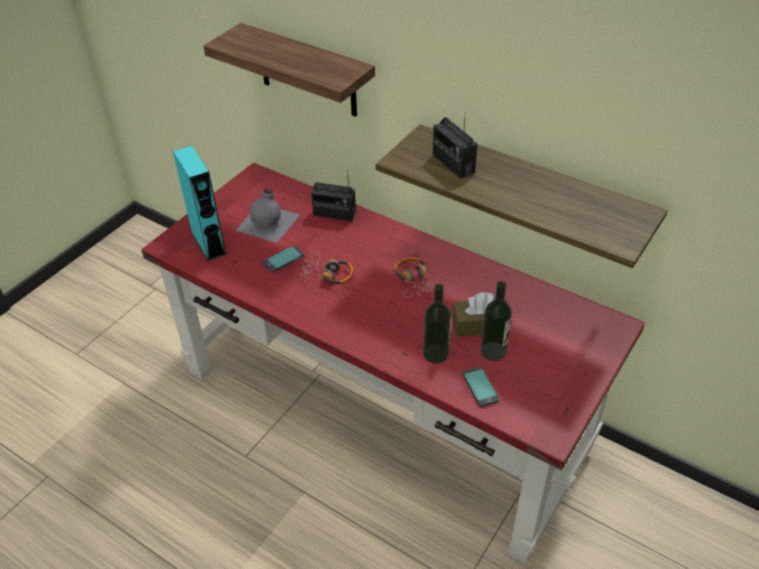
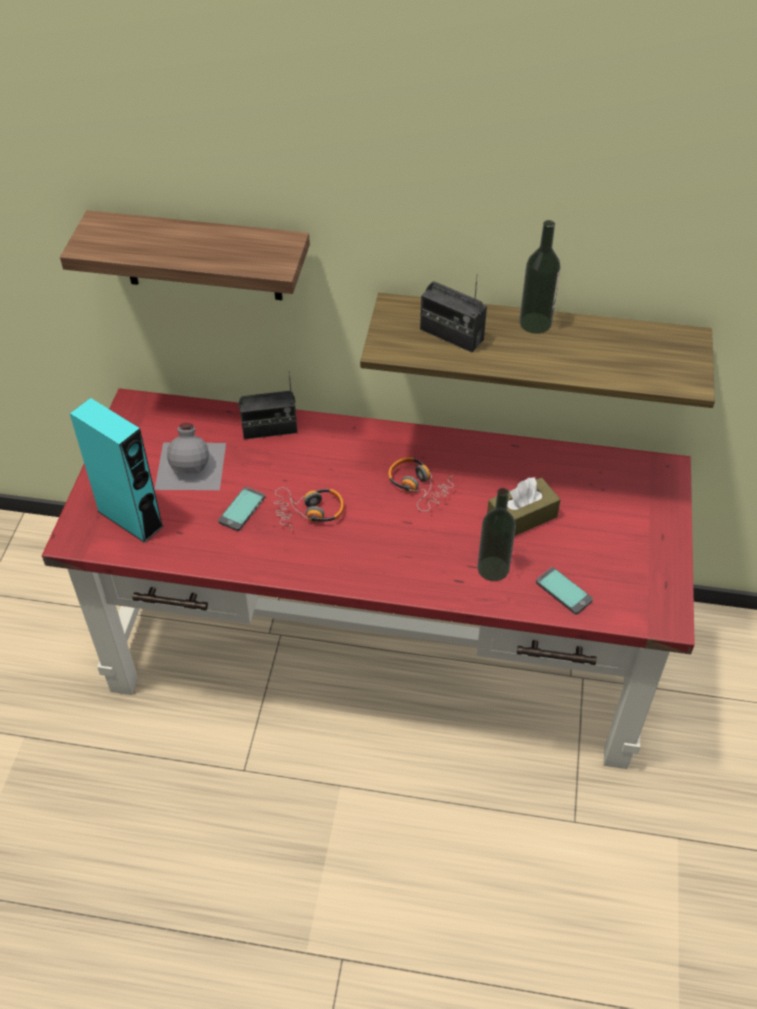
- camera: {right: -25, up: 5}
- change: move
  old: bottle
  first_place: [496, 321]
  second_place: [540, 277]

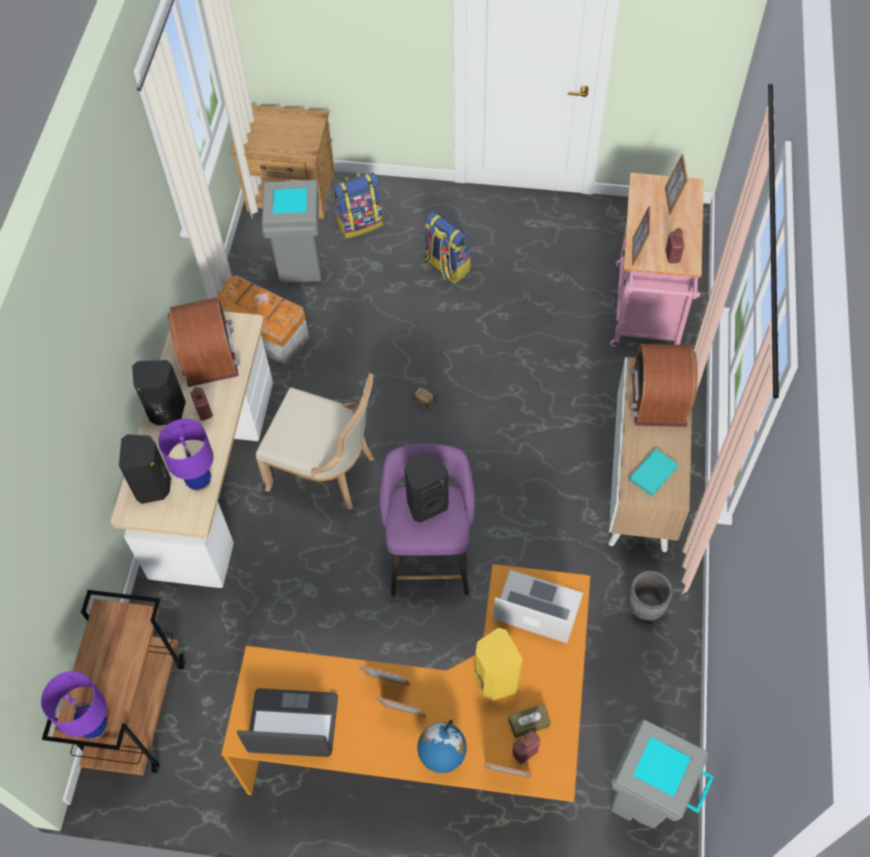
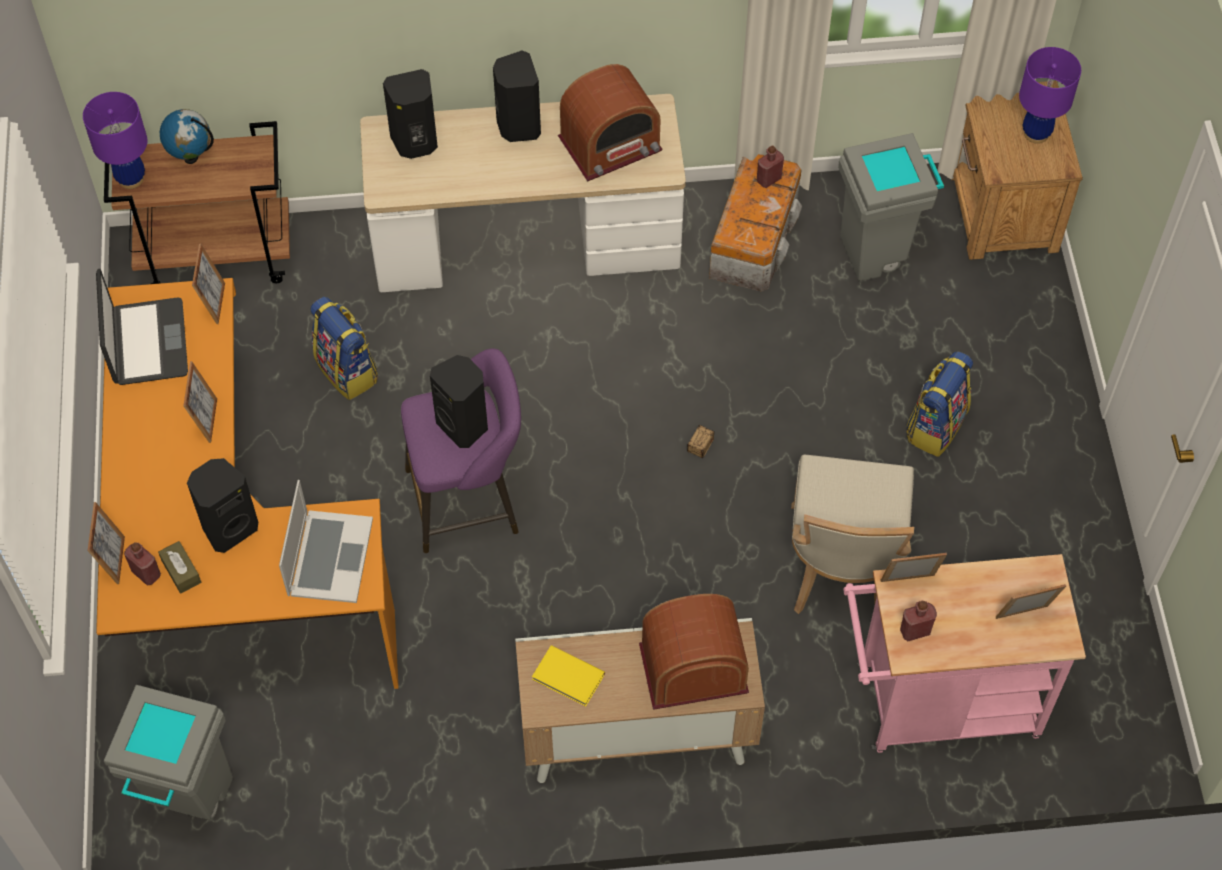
- camera: {right: 75, up: 0}
- change: delete
  old: grey planter
  first_place: [650, 596]
- change: move
  old: purple table lamp
  first_place: [186, 455]
  second_place: [1050, 95]
- change: move
  old: red bottle
  first_place: [201, 403]
  second_place: [770, 167]
- change: move
  old: beige chair
  first_place: [315, 441]
  second_place: [852, 534]
- change: move
  old: backpack
  first_place: [358, 205]
  second_place: [344, 348]
- change: move
  old: picture frame
  first_place: [400, 706]
  second_place: [208, 283]
- change: move
  old: globe
  first_place: [442, 746]
  second_place: [187, 136]
- change: recolor
  old: yellow speaker
  new: black speaker
  first_place: [499, 664]
  second_place: [222, 505]
- change: recolor
  old: turquoise book
  new: yellow book
  first_place: [653, 473]
  second_place: [568, 675]

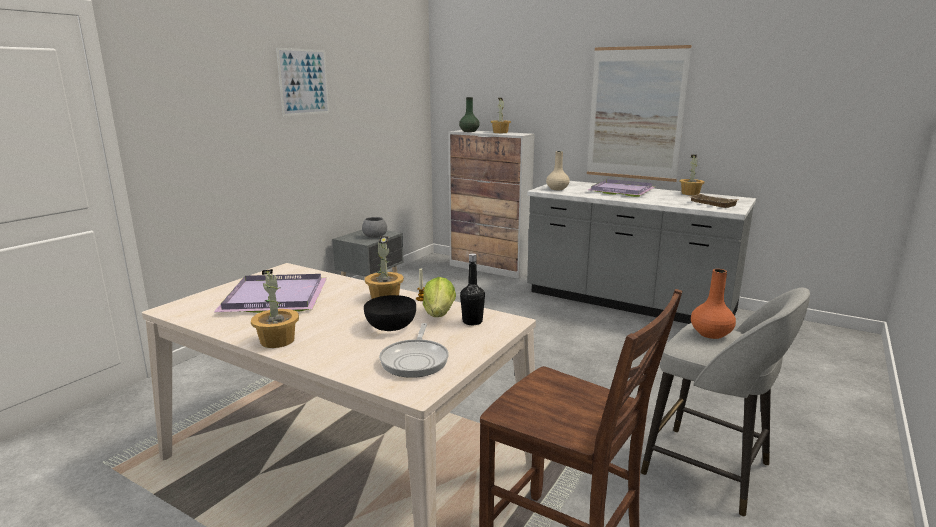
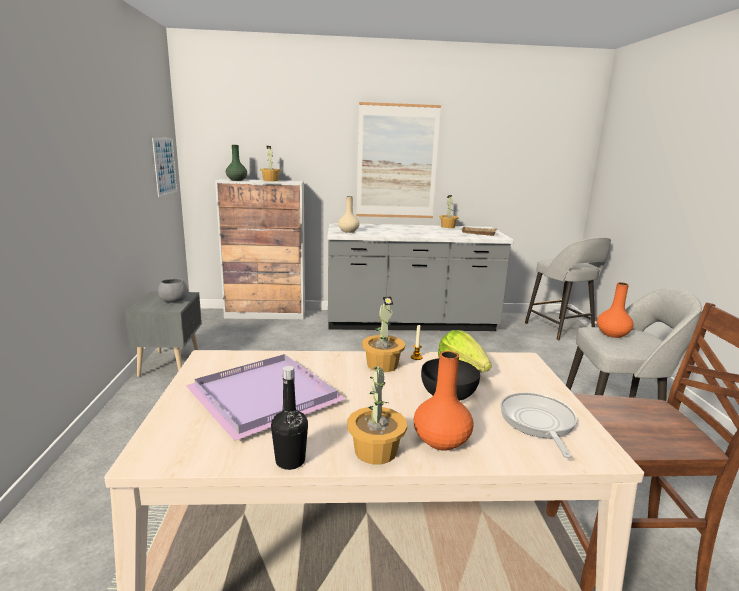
- camera: {right: -35, up: 0}
- change: delete
  old: purple tray
  first_place: [621, 188]
- change: insert
  new: orange vase
  second_place: [443, 401]
- change: insert
  new: grey stool
  second_place: [568, 289]
- change: move
  old: picture
  first_place: [302, 82]
  second_place: [164, 167]
- change: move
  old: black bottle
  first_place: [472, 289]
  second_place: [289, 418]
- change: rotate
  old: frying pan
  first_place: [414, 350]
  second_place: [538, 425]
  degrees: -150

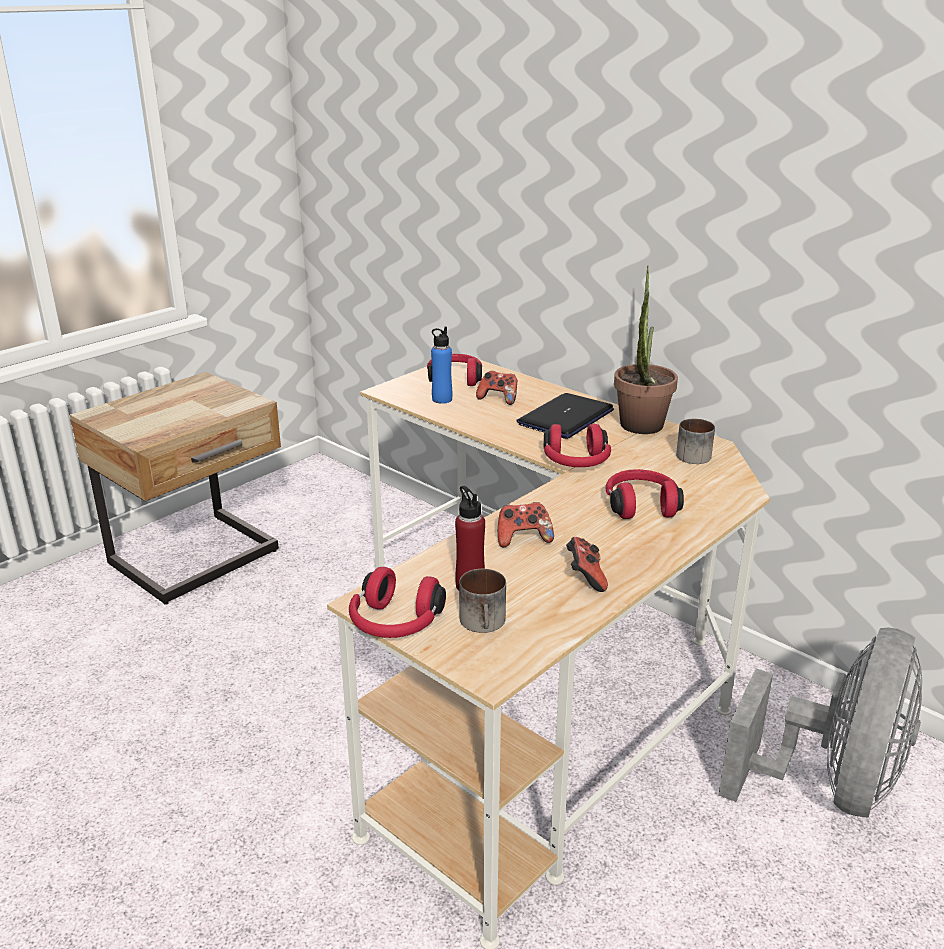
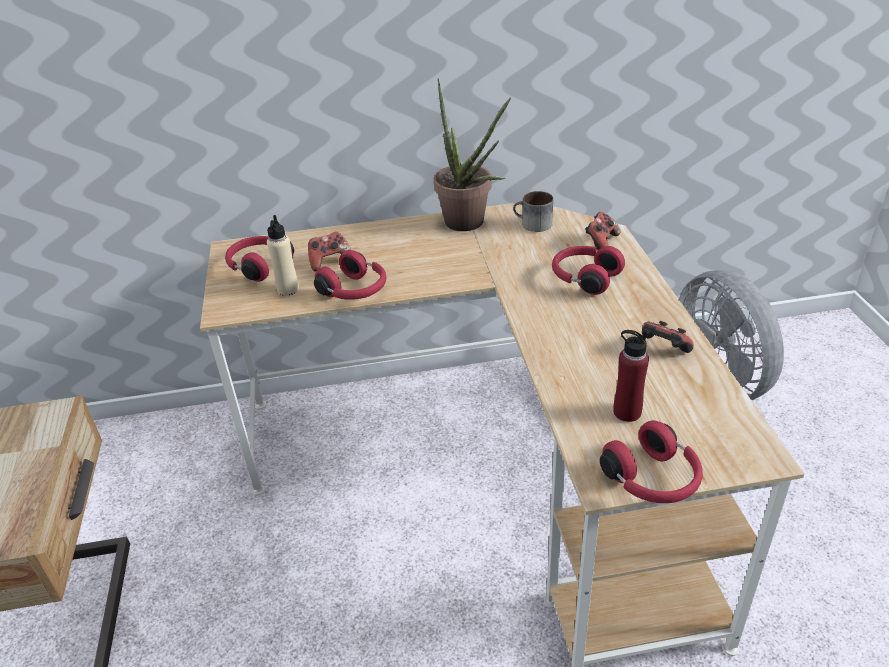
- camera: {right: -50, up: 10}
- change: delete
  old: mug
  first_place: [482, 601]
- change: delete
  old: laptop
  first_place: [565, 416]
- change: move
  old: game controller
  first_place: [526, 525]
  second_place: [602, 231]
- change: move
  old: red headphones
  first_place: [577, 445]
  second_place: [350, 275]
- change: recolor
  old: blue bottle
  new: beige bottle
  first_place: [441, 365]
  second_place: [283, 255]

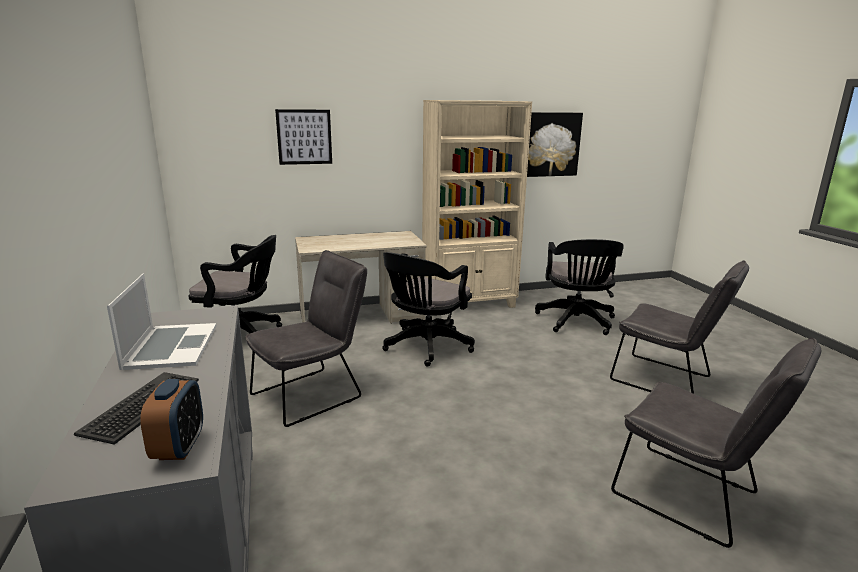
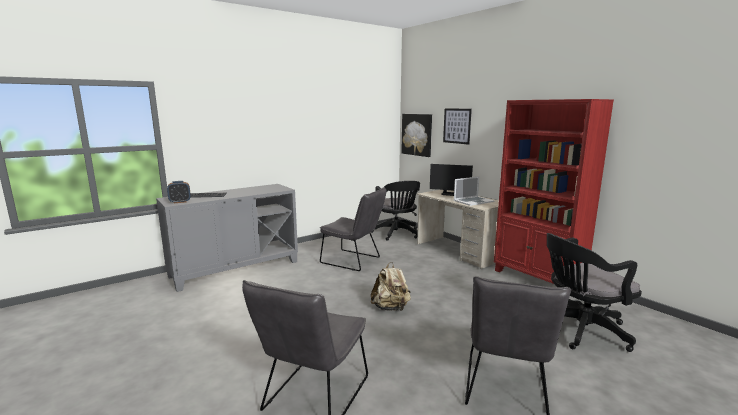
- camera: {right: 70, up: -5}
- change: delete
  old: black office chair
  first_place: [428, 309]
- change: insert
  new: beige backpack
  second_place: [391, 286]
- change: insert
  new: monitor
  second_place: [451, 180]
- change: move
  old: laptop
  first_place: [161, 321]
  second_place: [474, 191]
- change: move
  old: picture
  first_place: [555, 144]
  second_place: [416, 135]
- change: recolor
  old: beige bookcase
  new: red bookcase
  first_place: [477, 204]
  second_place: [554, 191]

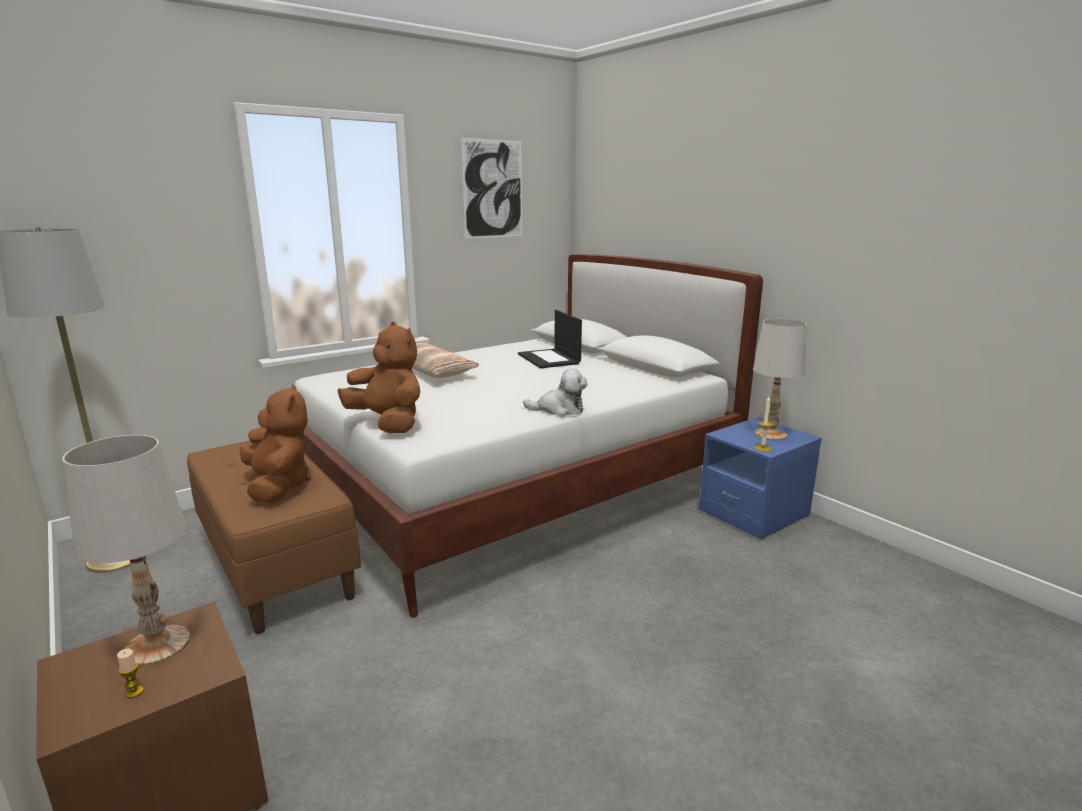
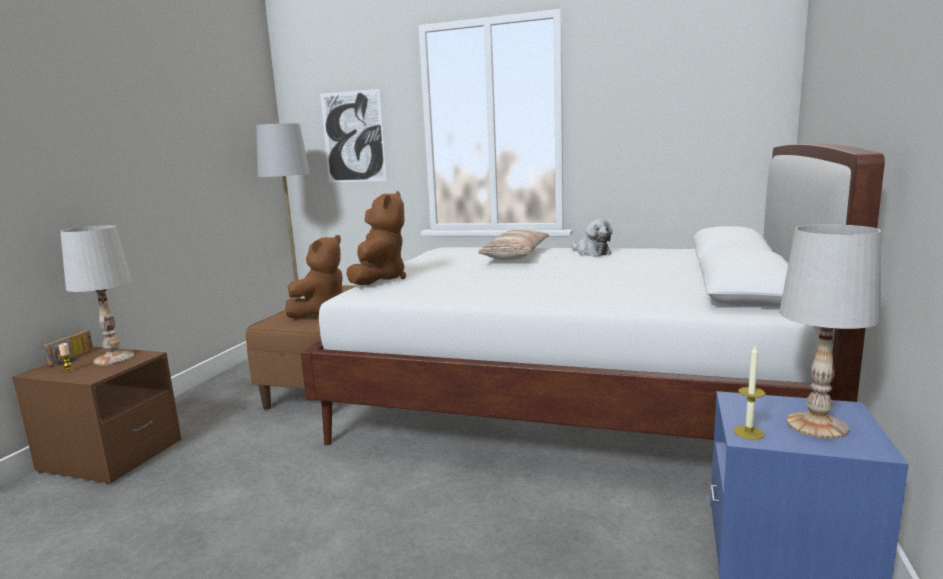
- camera: {right: 55, up: -5}
- change: delete
  old: laptop
  first_place: [550, 339]
- change: insert
  new: radio
  second_place: [68, 348]
- change: move
  old: picture
  first_place: [491, 188]
  second_place: [353, 135]
- change: move
  old: plush toy
  first_place: [555, 392]
  second_place: [592, 237]

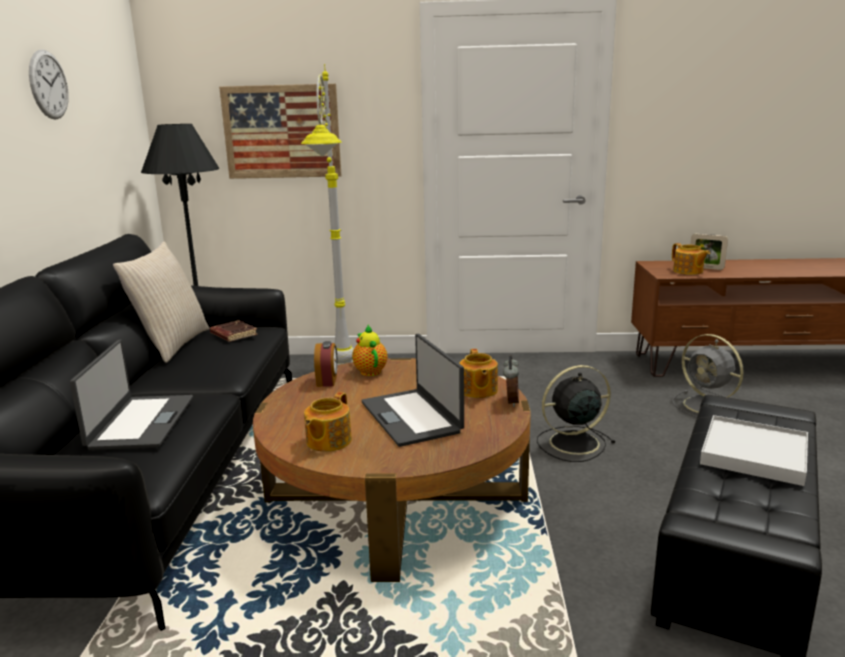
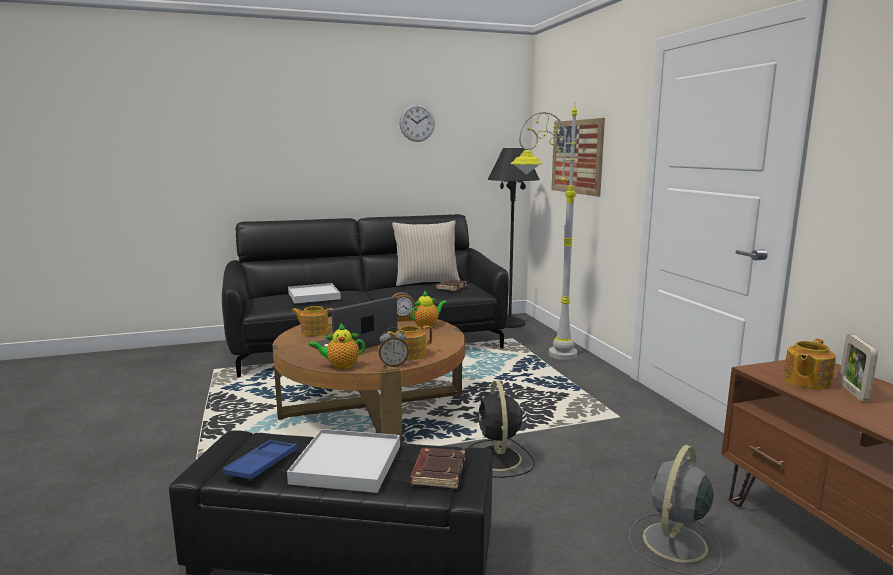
- camera: {right: 70, up: -5}
- change: insert
  new: blue tray
  second_place: [260, 460]
- change: insert
  new: teapot
  second_place: [337, 346]
- change: insert
  new: brown book
  second_place: [437, 468]
- change: replace
  old: laptop
  new: white tray
  first_place: [131, 394]
  second_place: [314, 293]
- change: rotate
  old: black fan
  first_place: [576, 413]
  second_place: [501, 429]
  degrees: -150

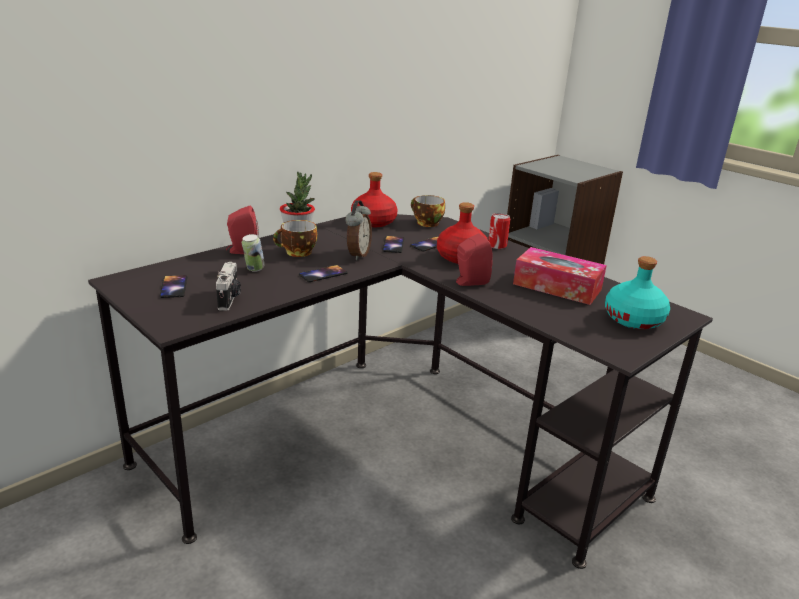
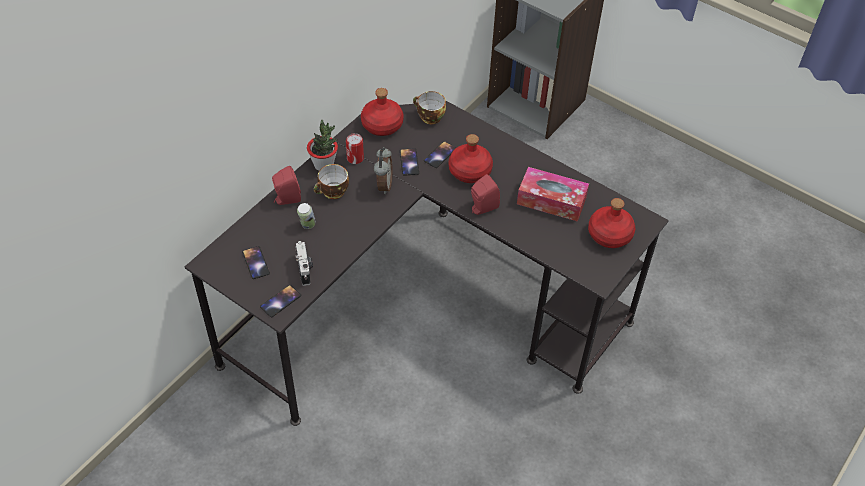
- camera: {right: -10, up: 25}
- change: move
  old: phone
  first_place: [323, 273]
  second_place: [280, 301]
- change: move
  old: can
  first_place: [499, 231]
  second_place: [355, 148]
- change: recolor
  old: turquoise bottle
  new: red bottle
  first_place: [637, 292]
  second_place: [611, 223]

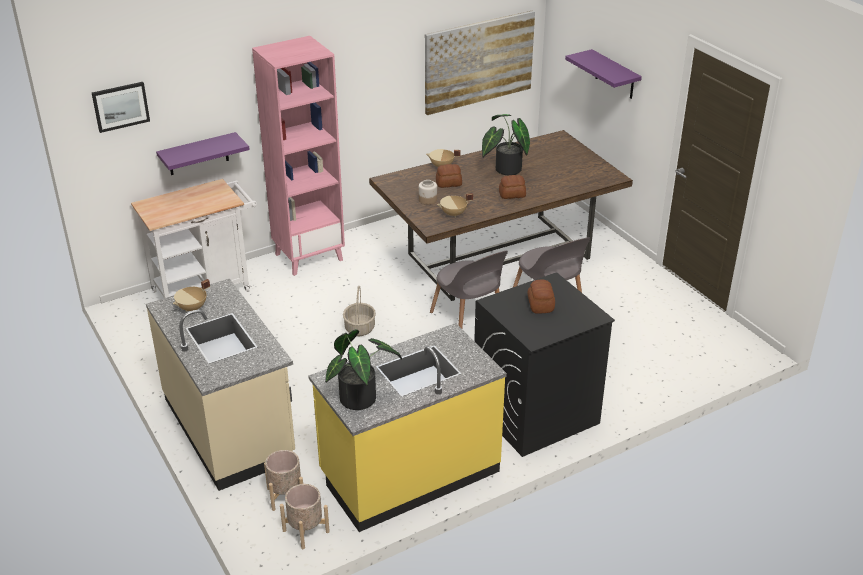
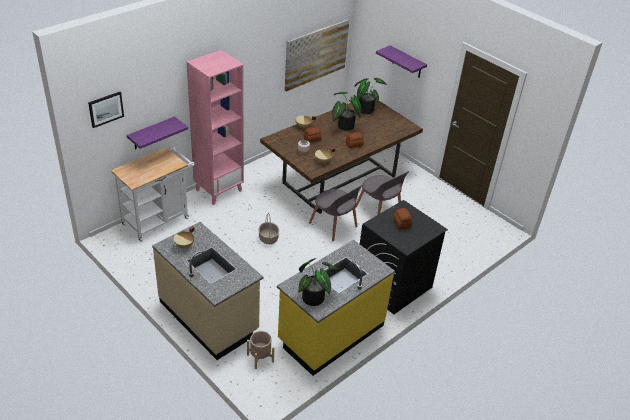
- camera: {right: -15, up: 5}
- change: delete
  old: beige planter
  first_place: [305, 516]
- change: insert
  new: potted plant
  second_place: [371, 96]

